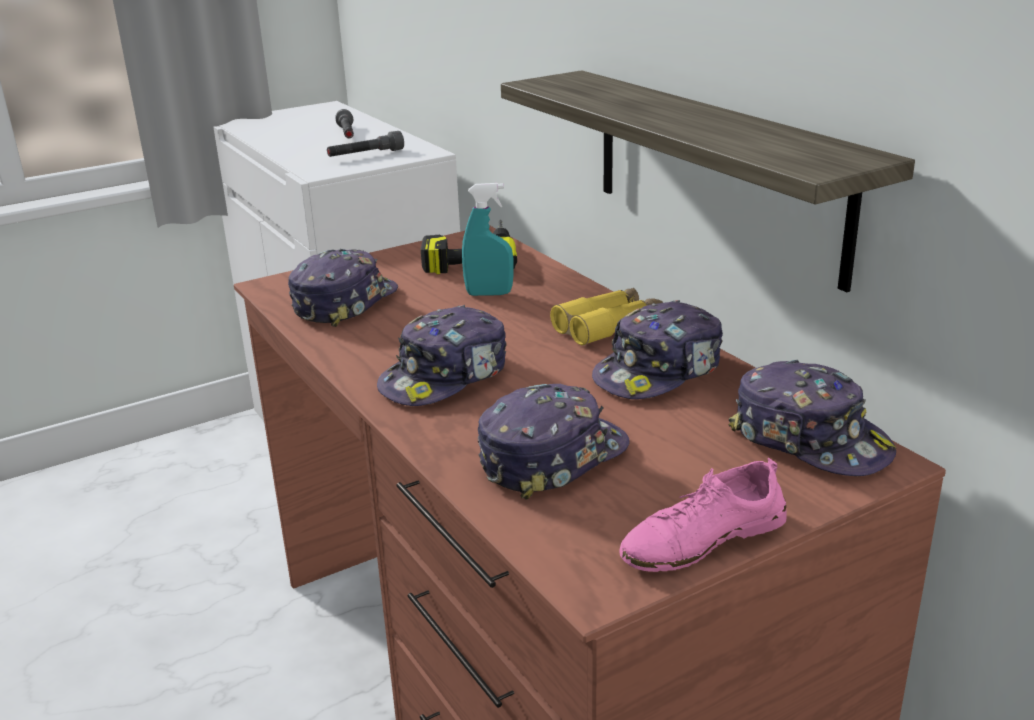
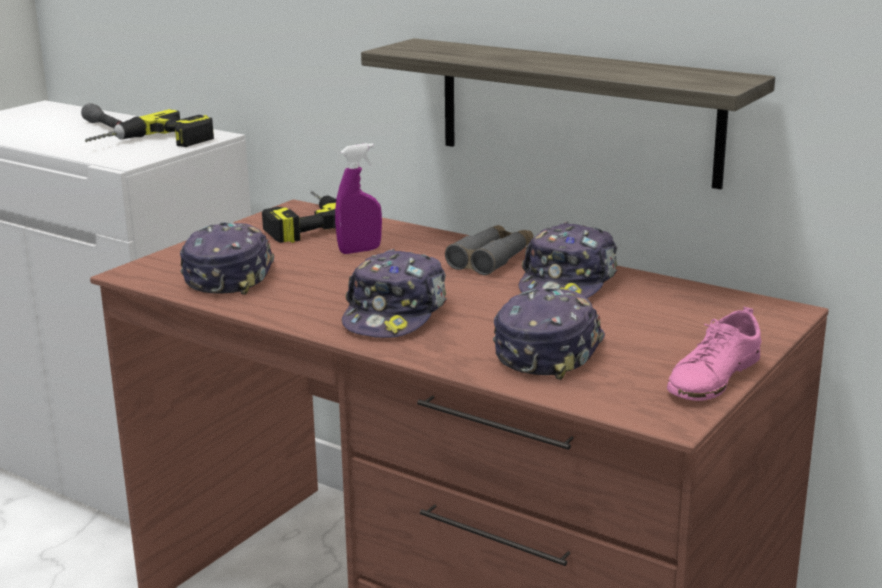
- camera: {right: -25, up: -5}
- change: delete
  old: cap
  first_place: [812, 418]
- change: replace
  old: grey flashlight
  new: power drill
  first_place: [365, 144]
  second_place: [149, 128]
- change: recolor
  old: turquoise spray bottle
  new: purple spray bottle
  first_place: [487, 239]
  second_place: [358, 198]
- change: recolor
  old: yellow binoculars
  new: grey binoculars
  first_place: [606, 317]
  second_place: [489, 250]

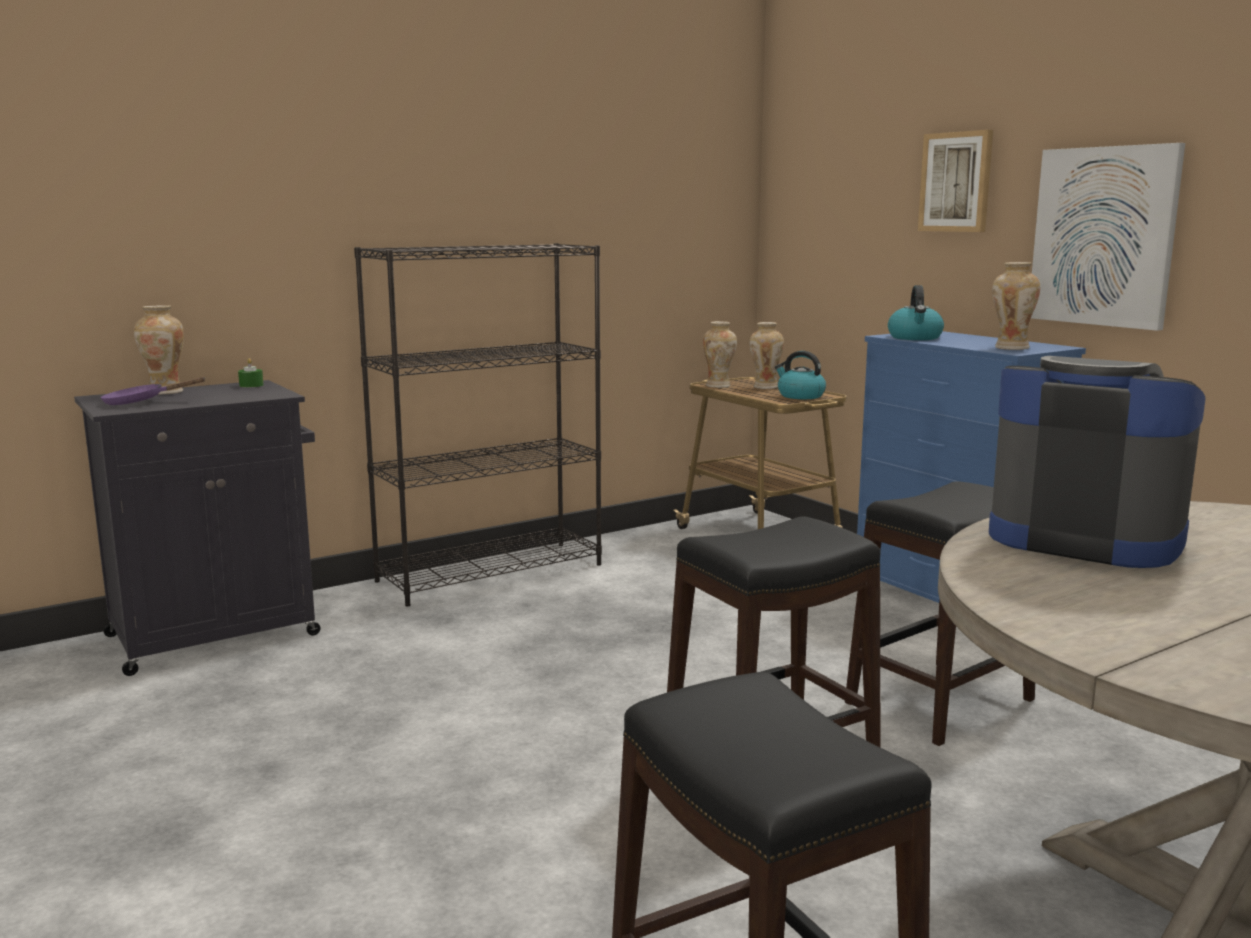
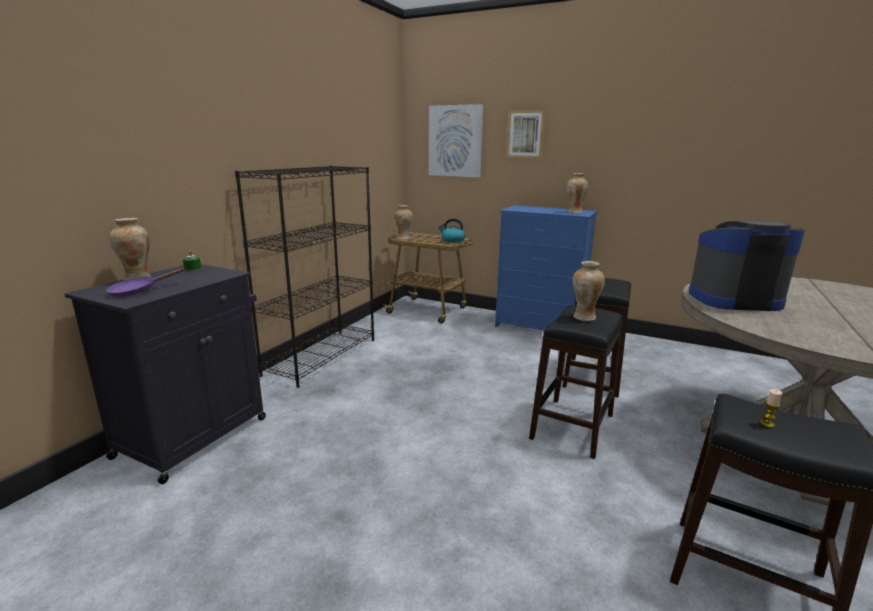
- camera: {right: -30, up: 5}
- change: delete
  old: kettle
  first_place: [916, 312]
- change: insert
  new: candle
  second_place: [771, 408]
- change: move
  old: vase
  first_place: [766, 355]
  second_place: [589, 291]
- change: move
  old: picture
  first_place: [1108, 237]
  second_place: [456, 140]

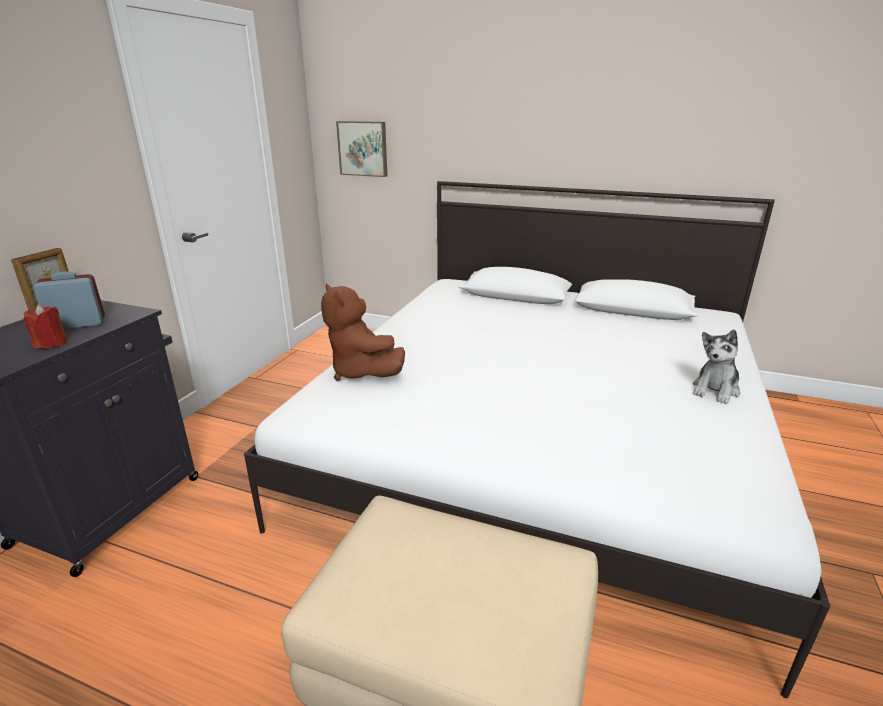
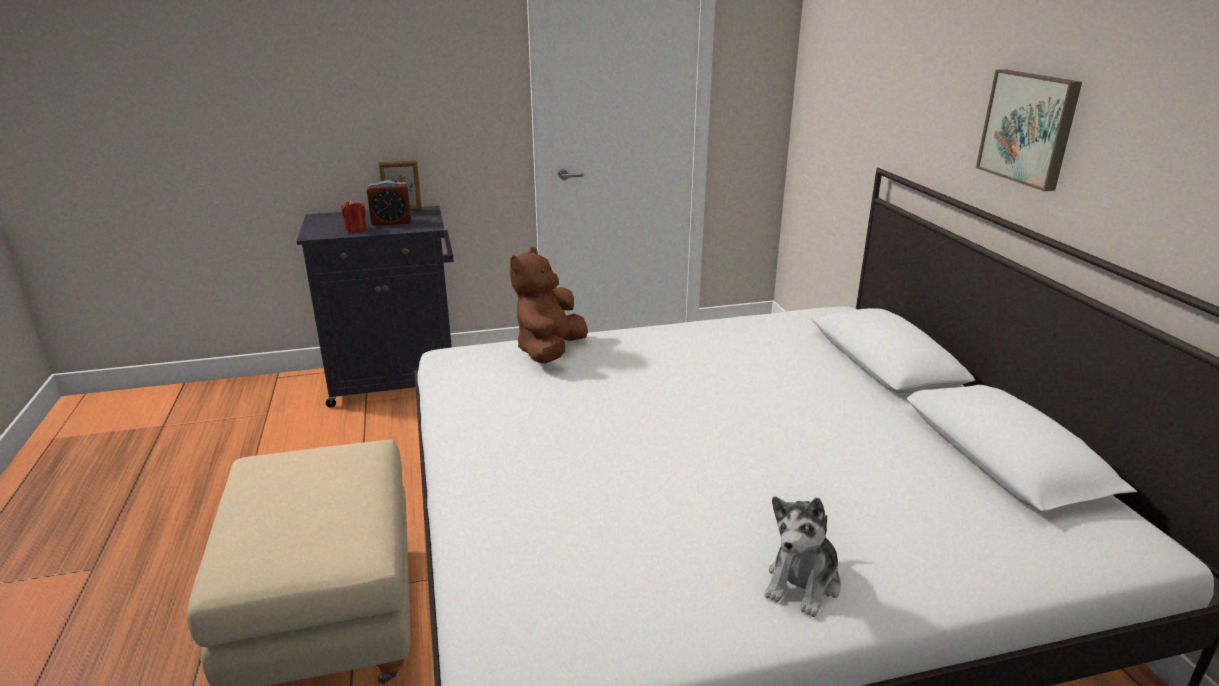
- camera: {right: 55, up: 0}
- change: move
  old: picture
  first_place: [361, 149]
  second_place: [1029, 130]
- change: rotate
  old: alarm clock
  first_place: [69, 300]
  second_place: [389, 203]
  degrees: 135
- change: rotate
  old: plush toy
  first_place: [716, 366]
  second_place: [802, 556]
  degrees: -60

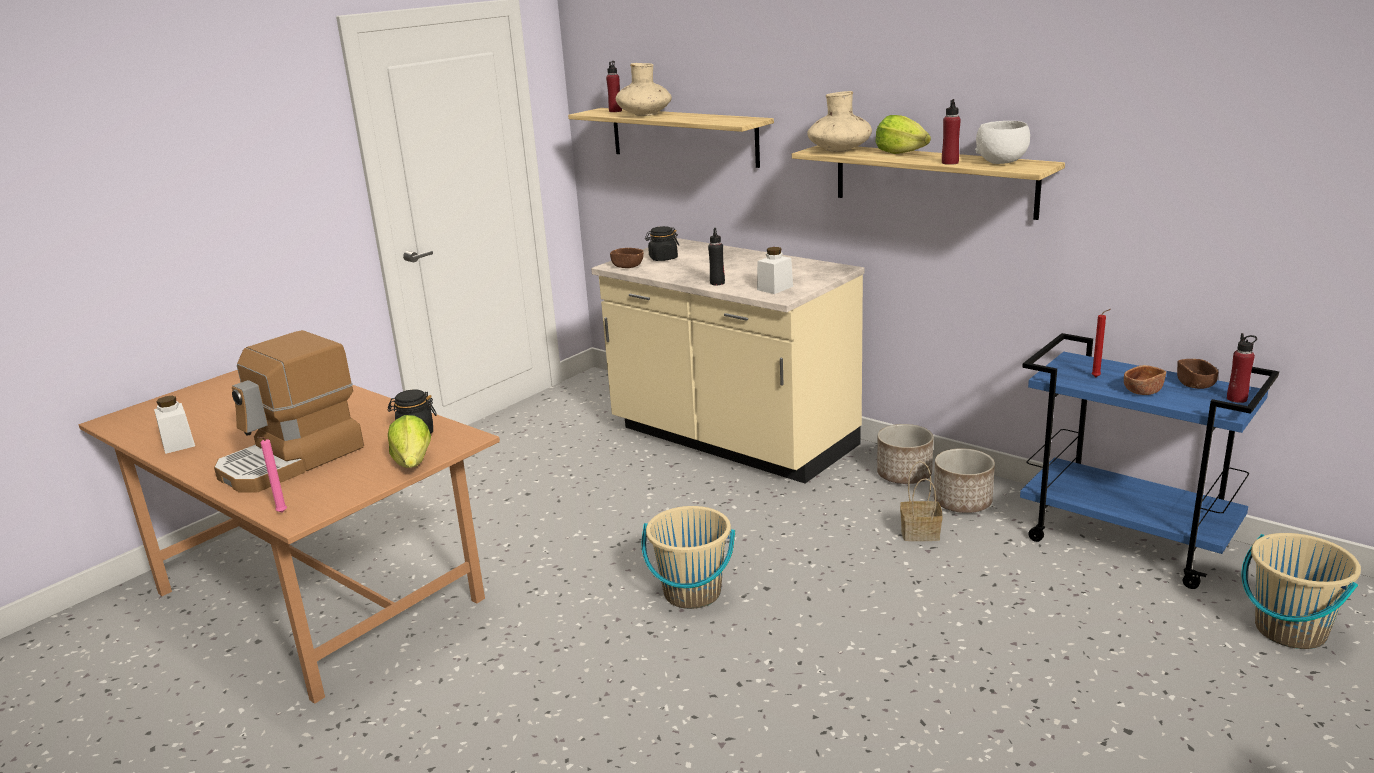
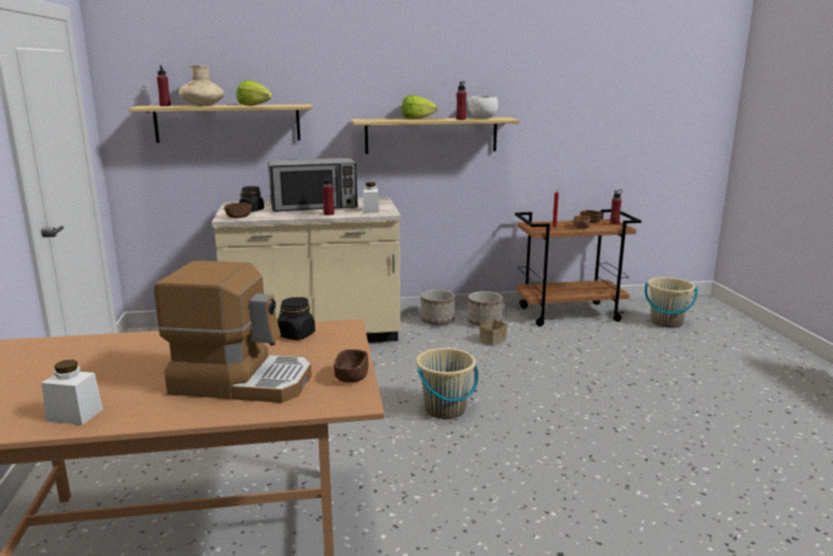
- camera: {right: -50, up: -5}
- change: delete
  old: pink candle
  first_place: [272, 475]
- change: delete
  old: beige vase
  first_place: [839, 121]
- change: insert
  new: microwave
  second_place: [313, 185]
- change: insert
  new: brown bowl
  second_place: [351, 366]
- change: move
  old: lettuce
  first_place: [409, 441]
  second_place: [254, 93]
- change: recolor
  old: black bottle
  new: red bottle
  first_place: [716, 256]
  second_place: [328, 194]
- change: recolor
  old: blue cart
  new: brown cart
  first_place: [1149, 461]
  second_place: [578, 268]
- change: rotate
  old: coffee machine
  first_place: [289, 411]
  second_place: [233, 332]
  degrees: -75

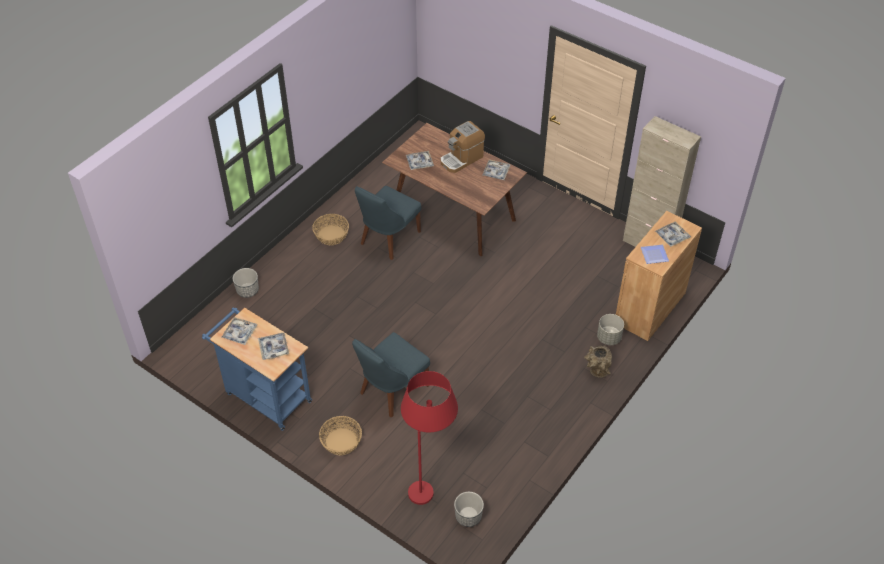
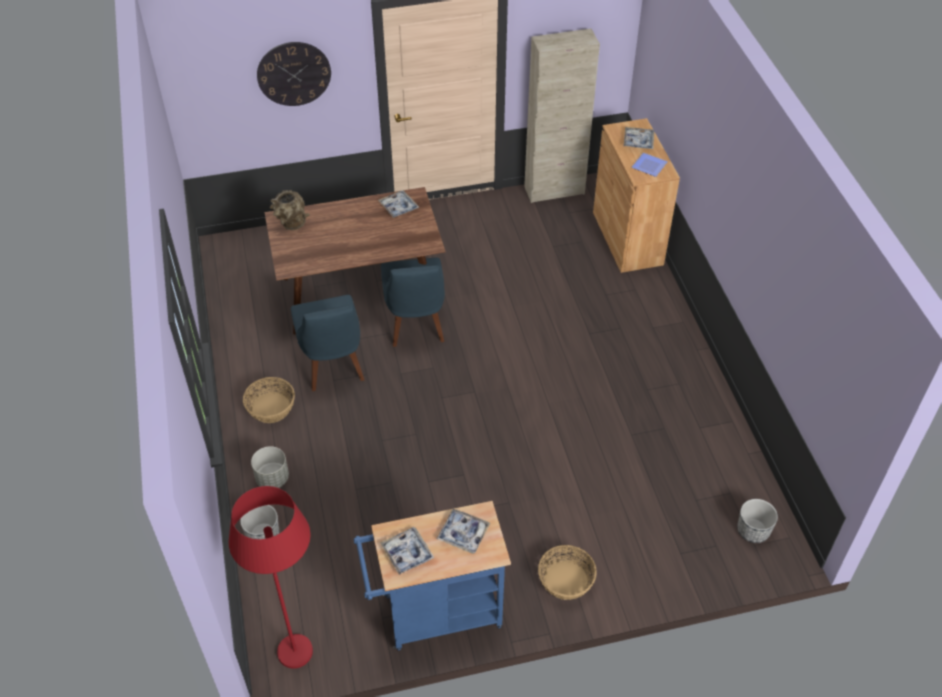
- camera: {right: -50, up: 0}
- change: delete
  old: tray
  first_place: [420, 160]
- change: delete
  old: coffee machine
  first_place: [463, 147]
- change: insert
  new: wall clock
  second_place: [294, 74]
- change: move
  old: blue chair
  first_place: [391, 375]
  second_place: [413, 302]
- change: move
  old: red floor lamp
  first_place: [429, 438]
  second_place: [271, 577]
- change: move
  old: brown vase
  first_place: [598, 361]
  second_place: [290, 210]
- change: move
  old: grey planter
  first_place: [610, 329]
  second_place: [270, 467]

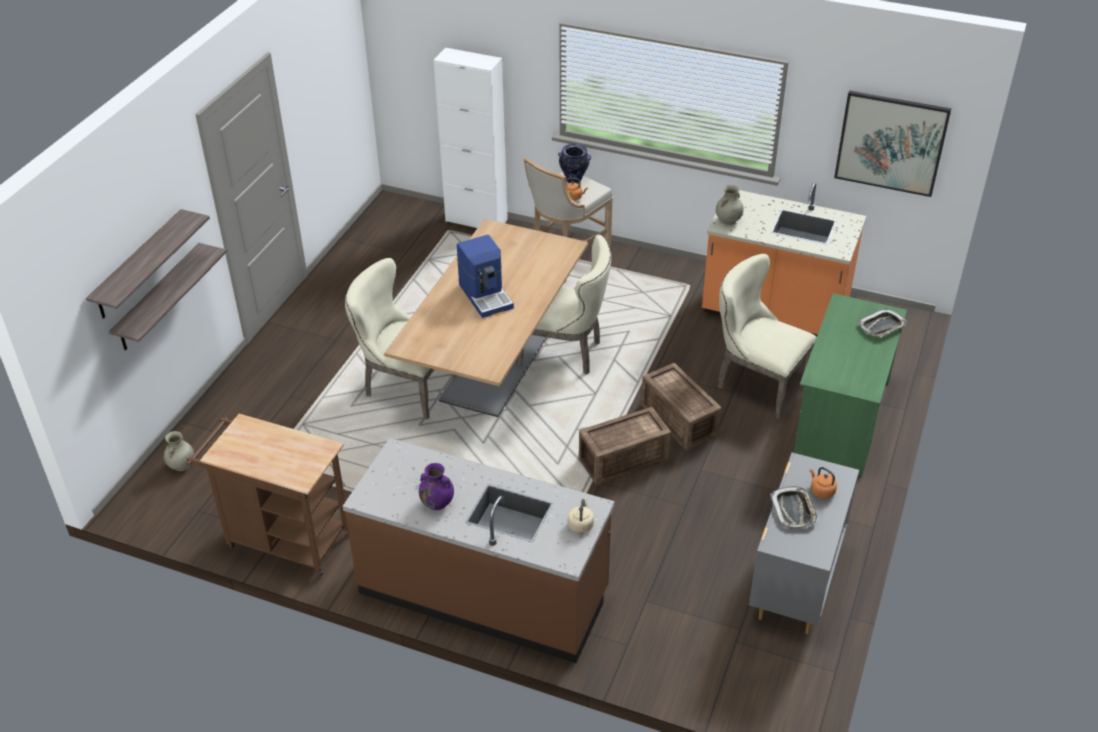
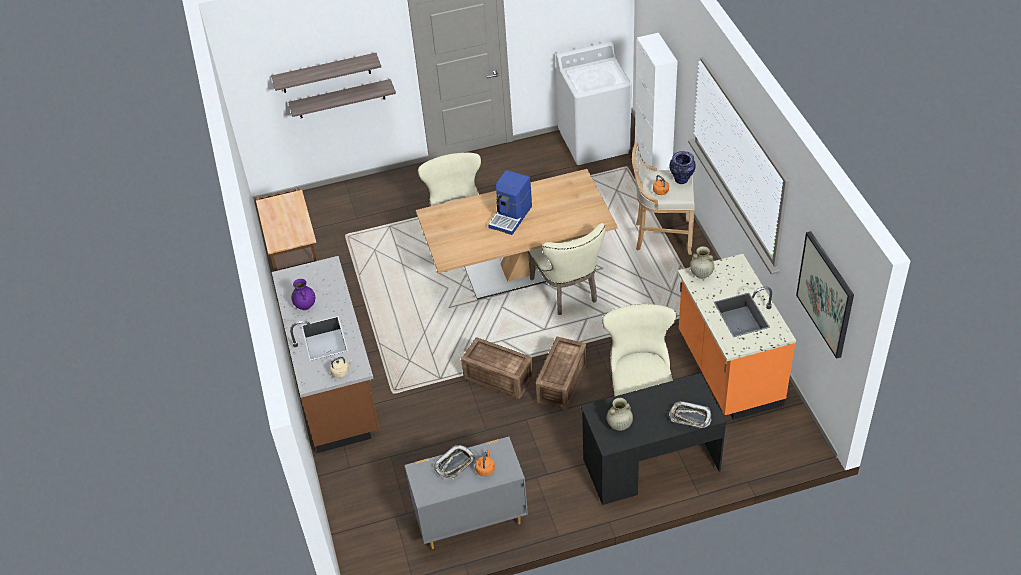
- camera: {right: 55, up: 5}
- change: insert
  new: white washing machine
  second_place: [594, 103]
- change: move
  old: beige vase
  first_place: [179, 451]
  second_place: [620, 414]
- change: recolor
  old: green desk
  new: black desk
  first_place: [850, 384]
  second_place: [654, 439]

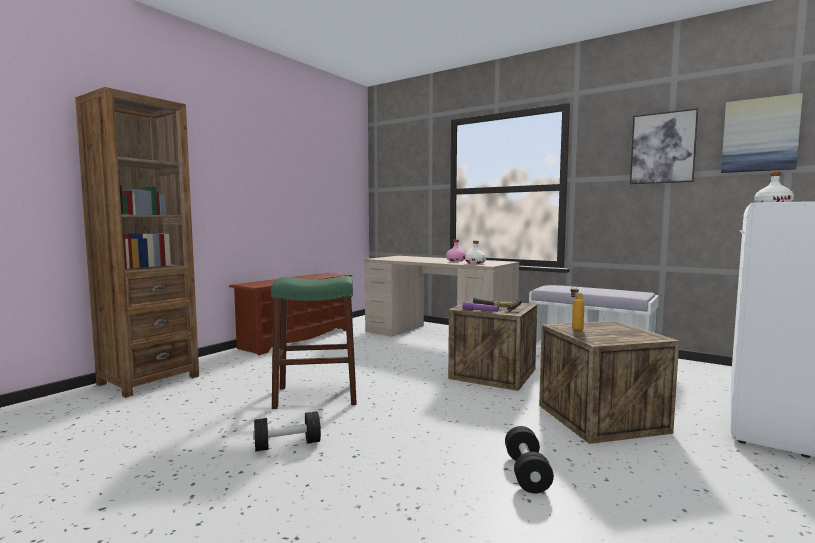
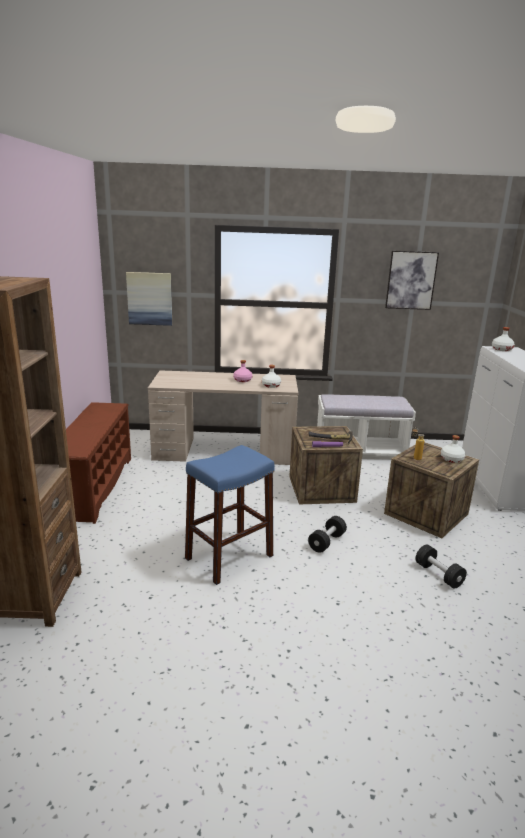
- camera: {right: -35, up: 15}
- change: insert
  new: white bottle
  second_place: [453, 449]
- change: move
  old: black dumbbell
  first_place: [287, 431]
  second_place: [327, 534]
- change: move
  old: picture
  first_place: [762, 133]
  second_place: [149, 299]
- change: recolor
  old: green stool
  new: blue stool
  first_place: [314, 342]
  second_place: [230, 515]

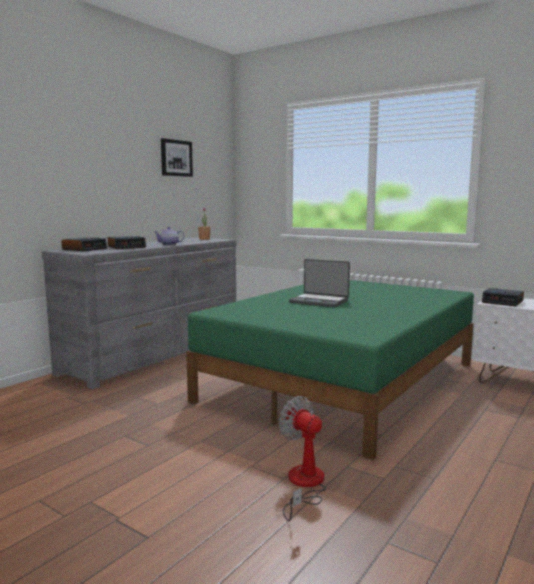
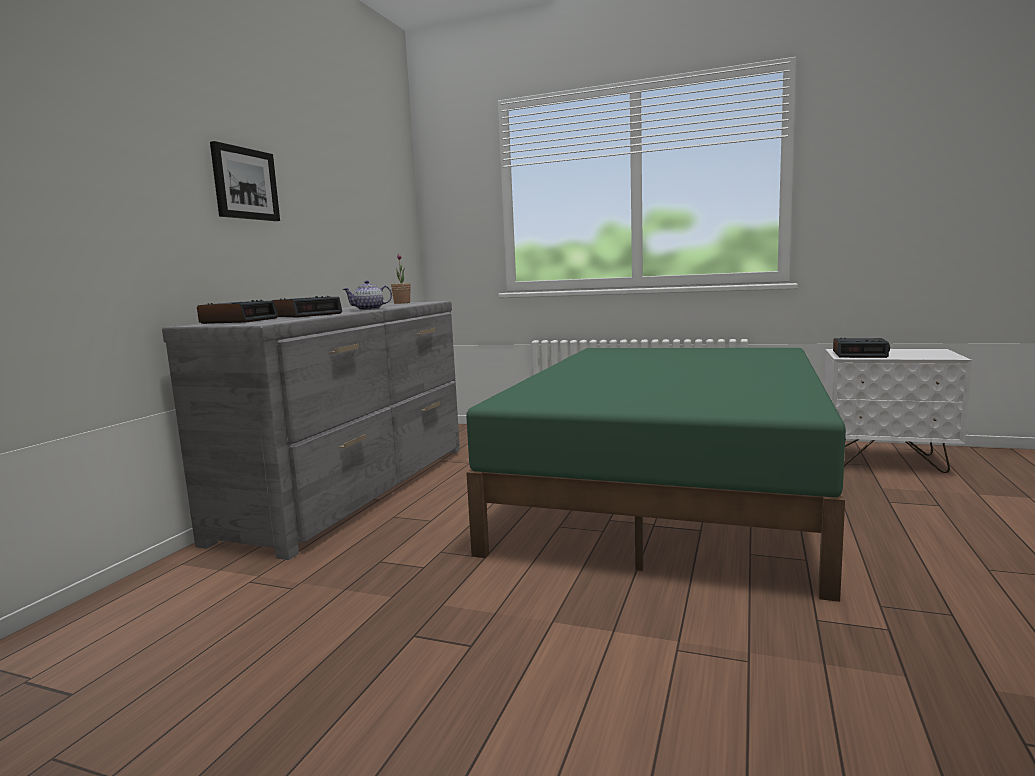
- camera: {right: -15, up: 0}
- change: delete
  old: fan
  first_place: [302, 458]
- change: delete
  old: laptop
  first_place: [319, 283]
- change: move
  old: picture
  first_place: [177, 157]
  second_place: [245, 181]

